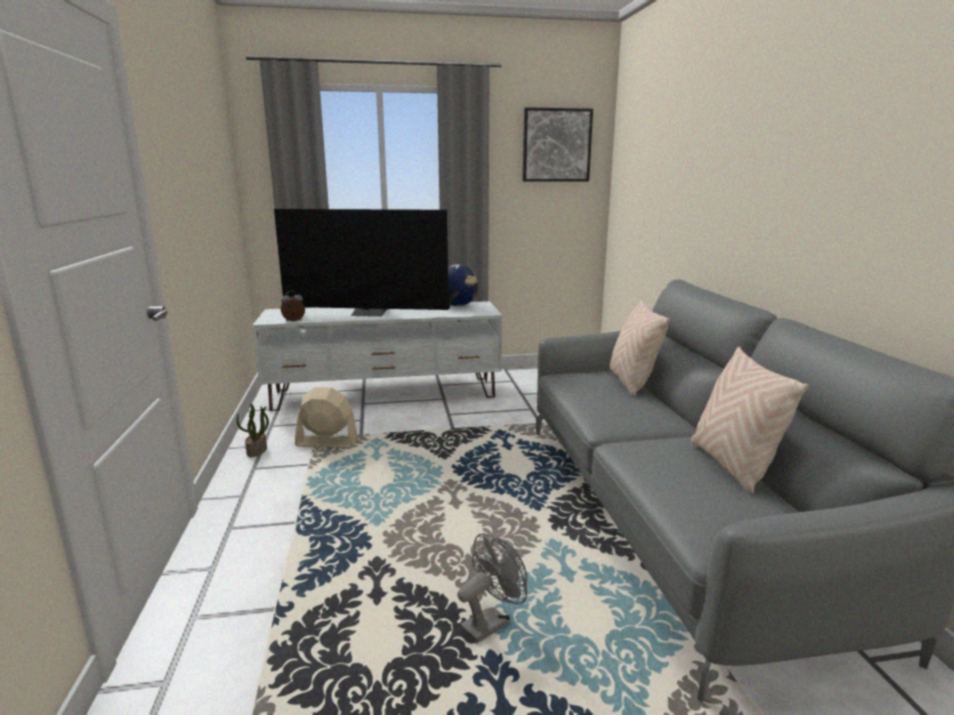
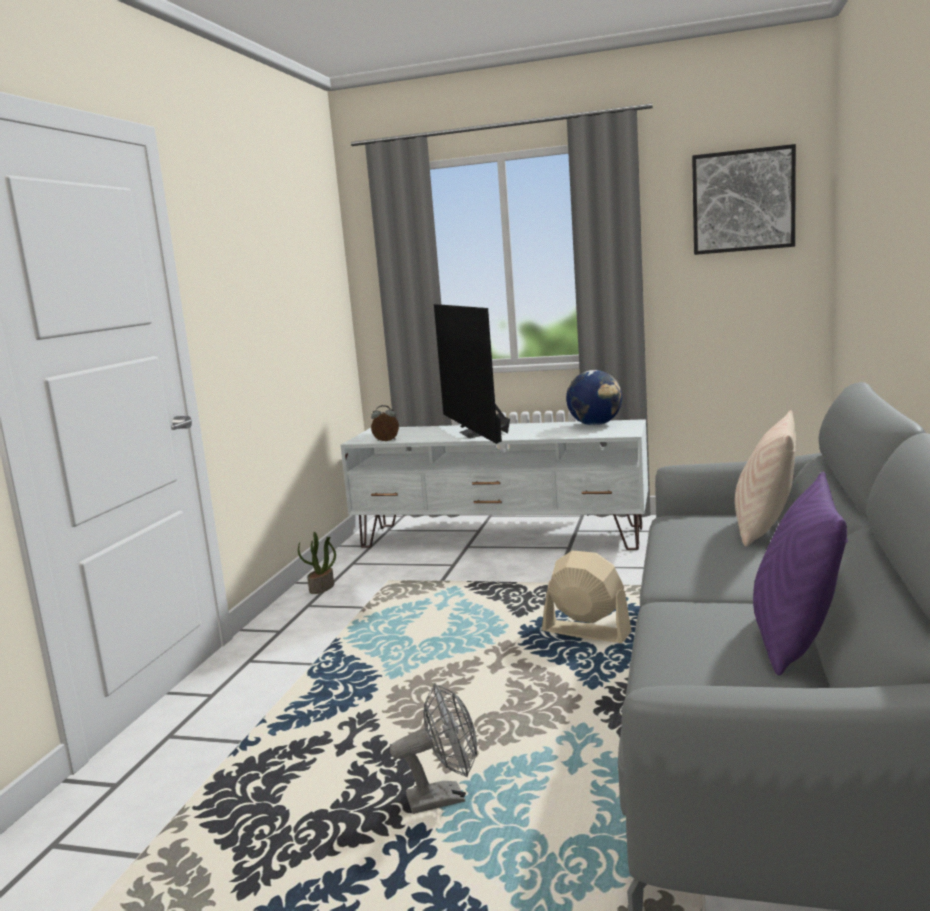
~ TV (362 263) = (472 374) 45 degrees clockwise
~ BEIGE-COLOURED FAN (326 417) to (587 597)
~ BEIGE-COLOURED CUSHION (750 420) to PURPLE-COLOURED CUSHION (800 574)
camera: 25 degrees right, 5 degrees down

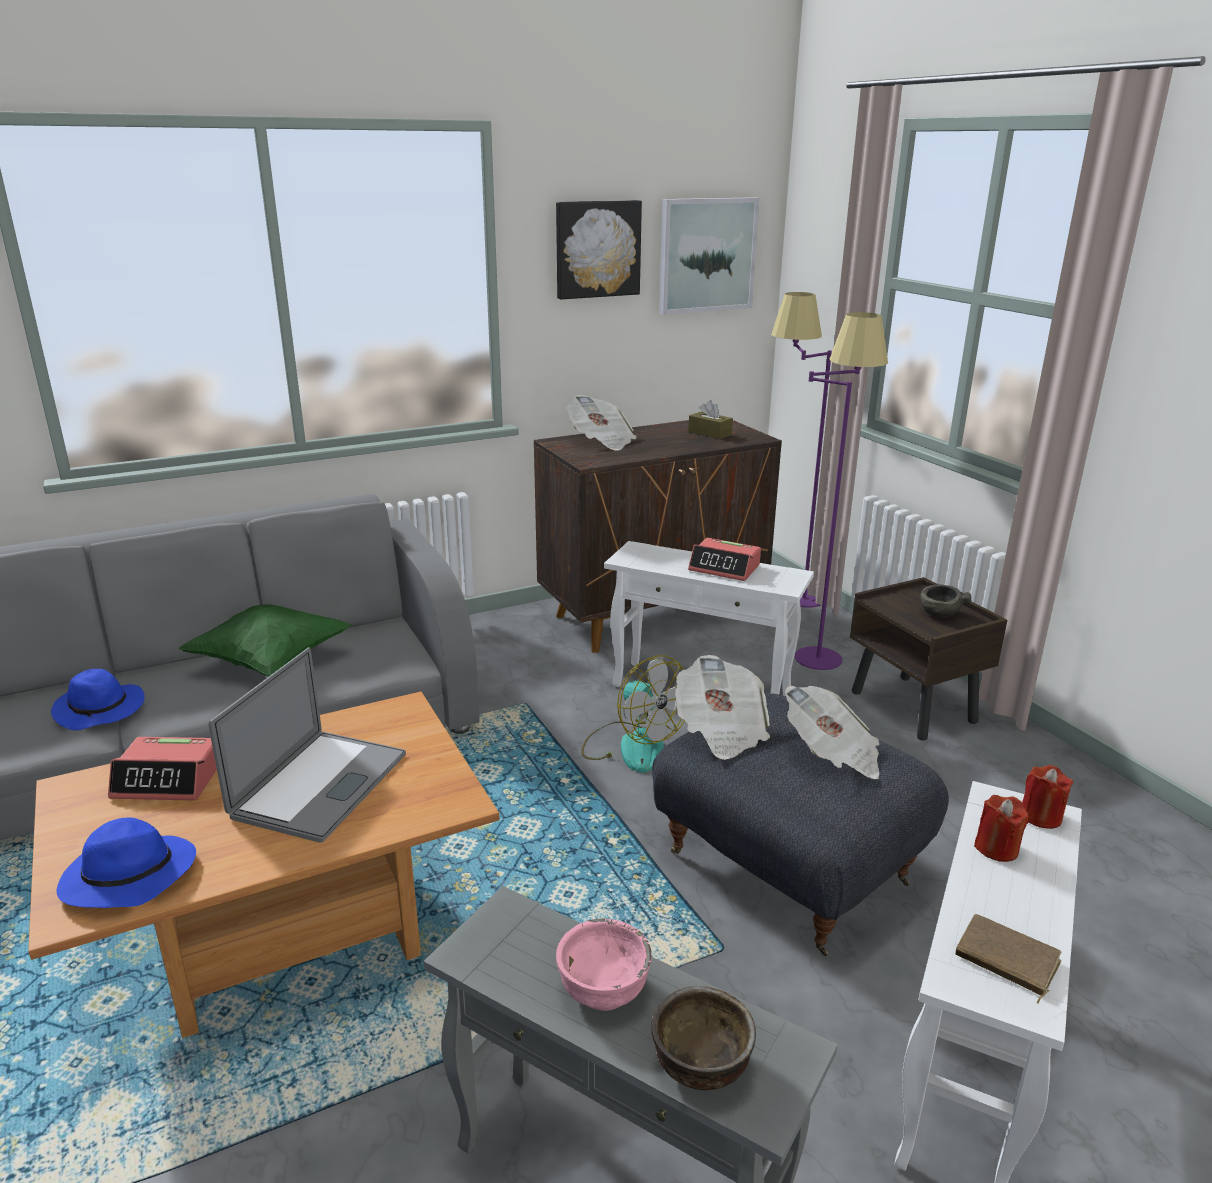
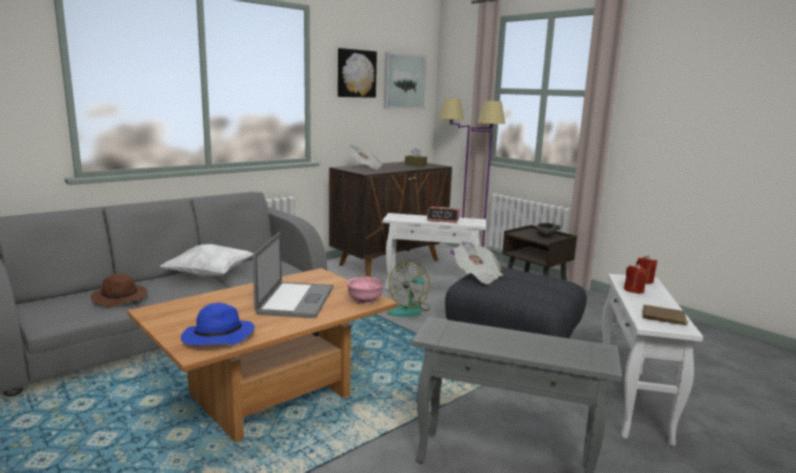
~ BLUISH HAT (98 699) to BROWN-COLOURED HAT (119 290)
~ GREENISH CUSHION (265 640) to WHITE-COLOURED CUSHION (207 260)
~ PINK DEEP DISH (604 965) to (365 290)
~ FAN (633 714) = (408 288) 90 degrees clockwise
- BEDSIDE CLOCK (162 768)
- BROWN-COLOURED DEEP DISH (703 1038)
- NEWSPAPER (832 732)
camera: 15 degrees left, 10 degrees down

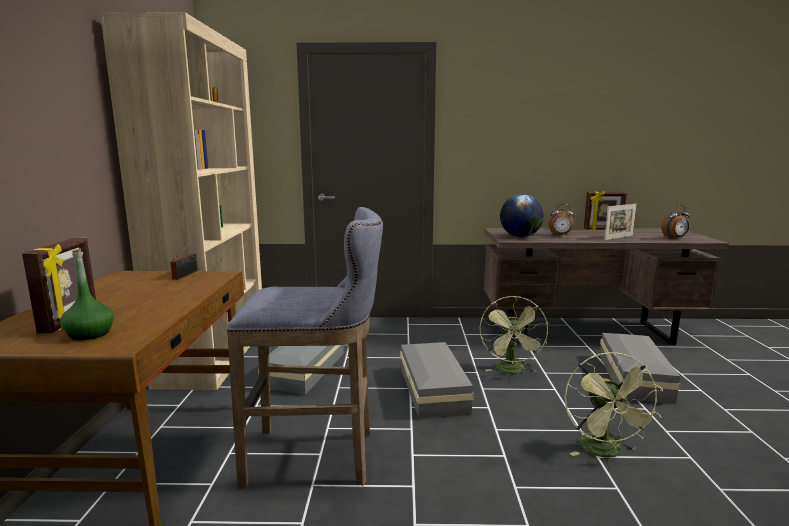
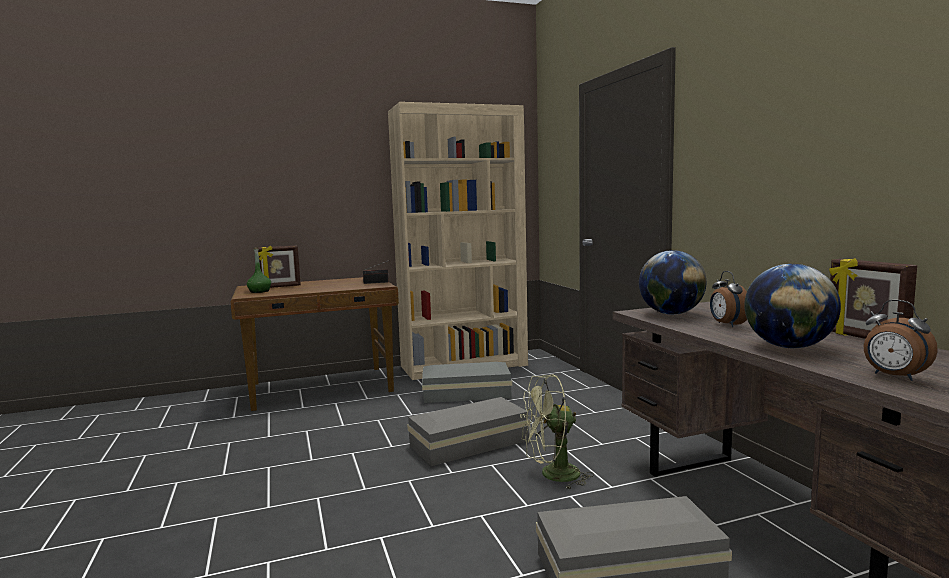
~ PICTURE FRAME (620 222) to WORLD GLOBE (792 306)
- GREYISH STOOL SEAT (305 347)
- GREENISH FAN (614 405)
camera: 70 degrees right, 5 degrees down

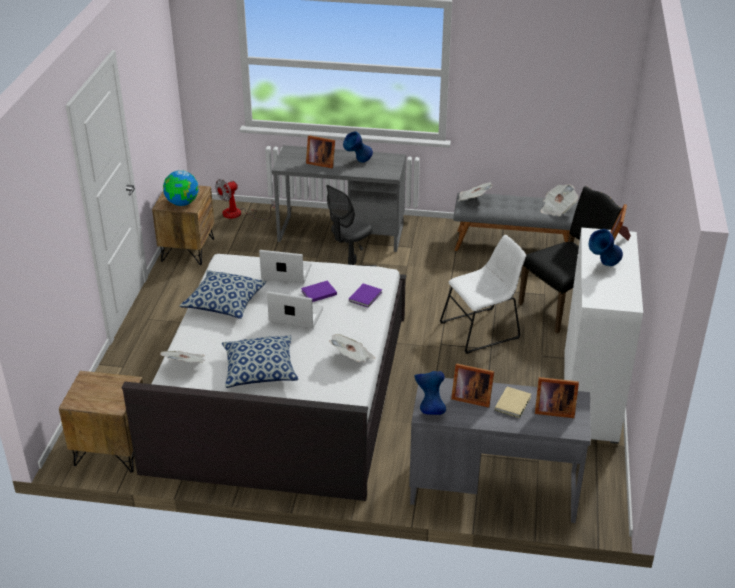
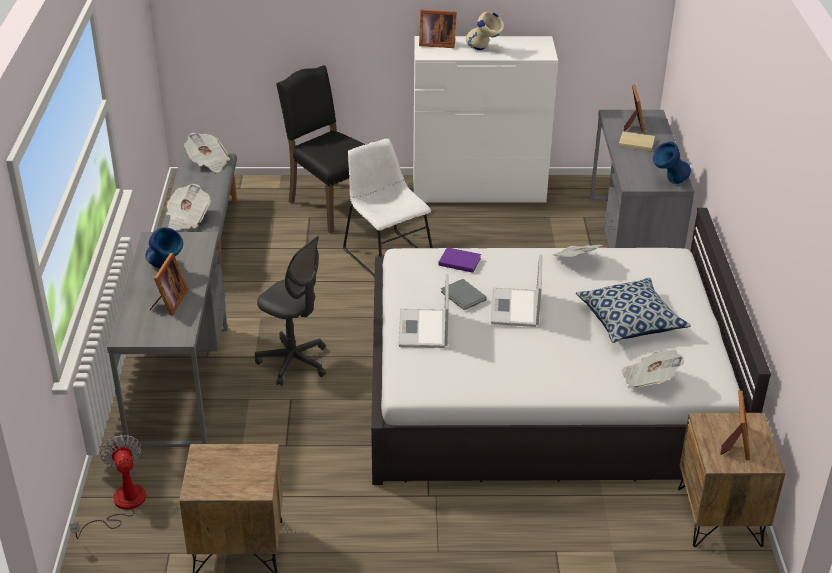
~ FAN (245 199) = (107 487) 150 degrees counterclockwise
~ PURPLE-COLOURED VOLUME (319 291) to GREYISH VOLUME (464 294)
~ BLUISH DECORATIVE VASE (606 247) to BEIGE-COLOURED DECORATIVE VASE (485 31)
~ PICTURE FRAME (472 385) to (735 425)
- WORLD GLOBE (181 188)
- CUSHION (223 294)
camera: 100 degrees left, 0 degrees up

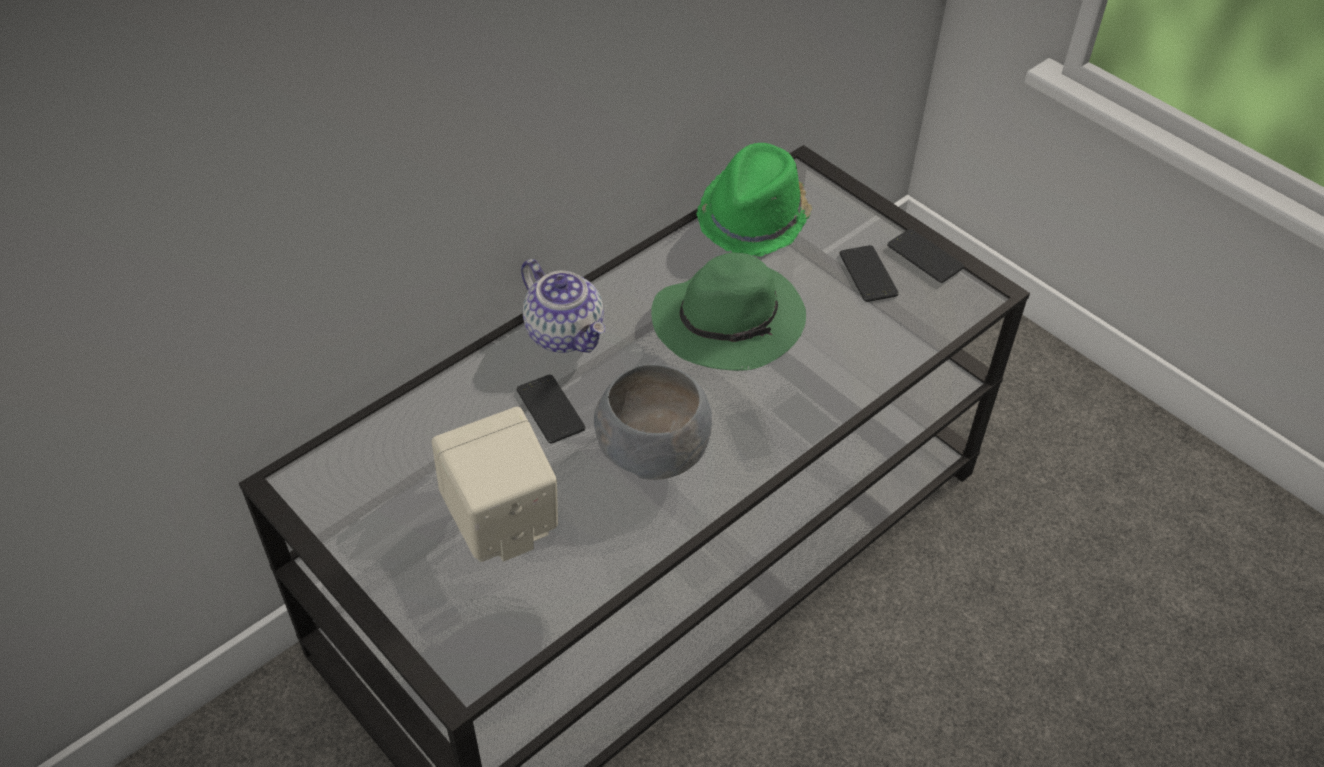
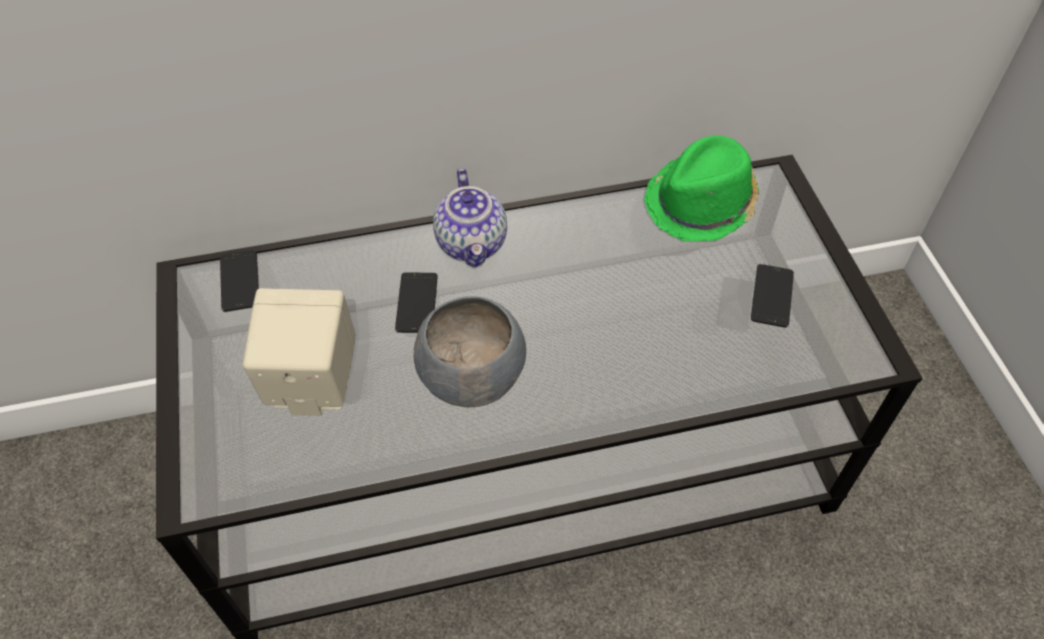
~ HANDSET (925 256) to (239 281)
- GREENISH HAT (728 312)
camera: 30 degrees right, 5 degrees up

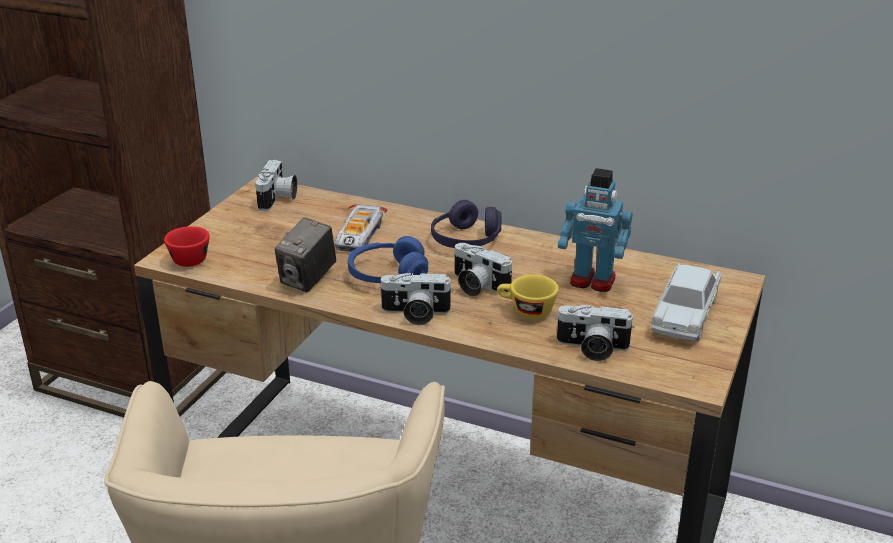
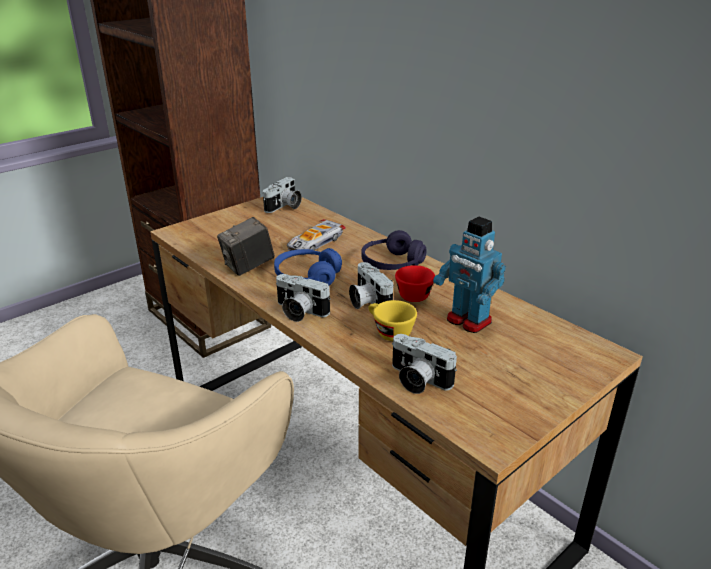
~ REDDISH DRINKING CUP (186 246) to (415 283)
- WHITE-COLOURED MODEL CAR (686 302)
camera: 25 degrees right, 0 degrees up

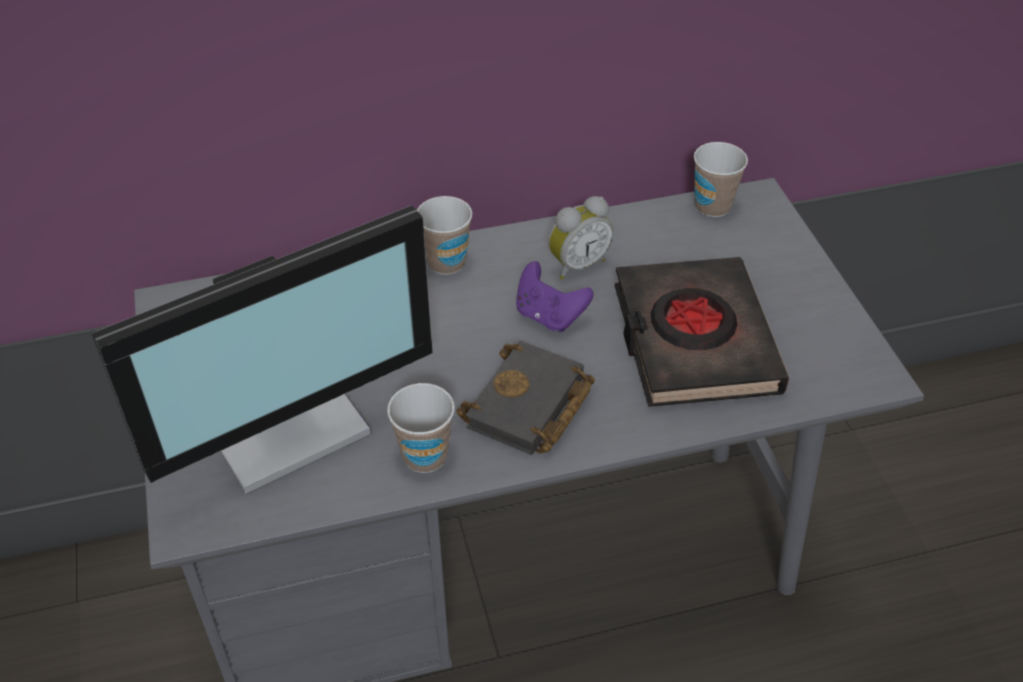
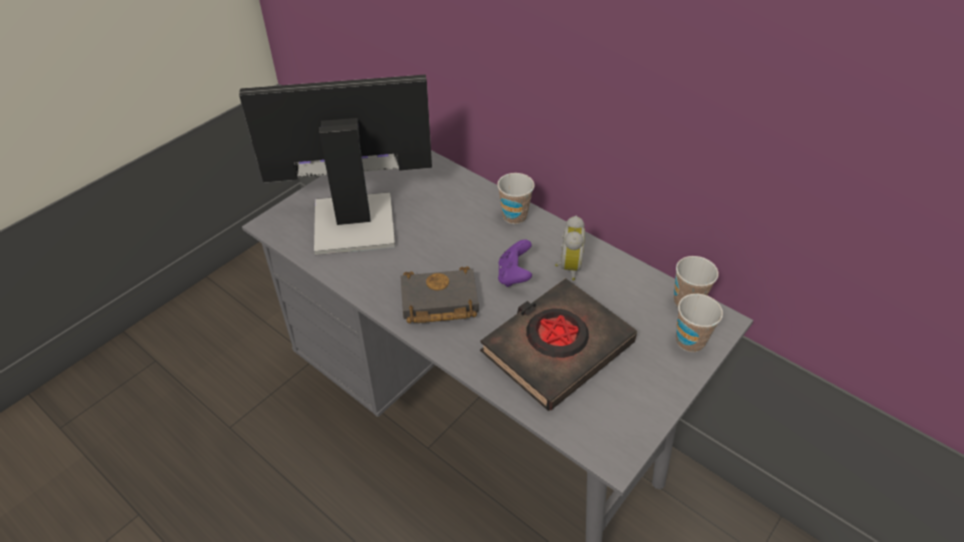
~ COMPUTER DISPLAY (262 349) = (335 164) 150 degrees clockwise
~ BEDSIDE CLOCK (581 238) = (570 248) 105 degrees counterclockwise
~ DRINKING CUP (421 428) to (699 323)
camera: 55 degrees right, 0 degrees up

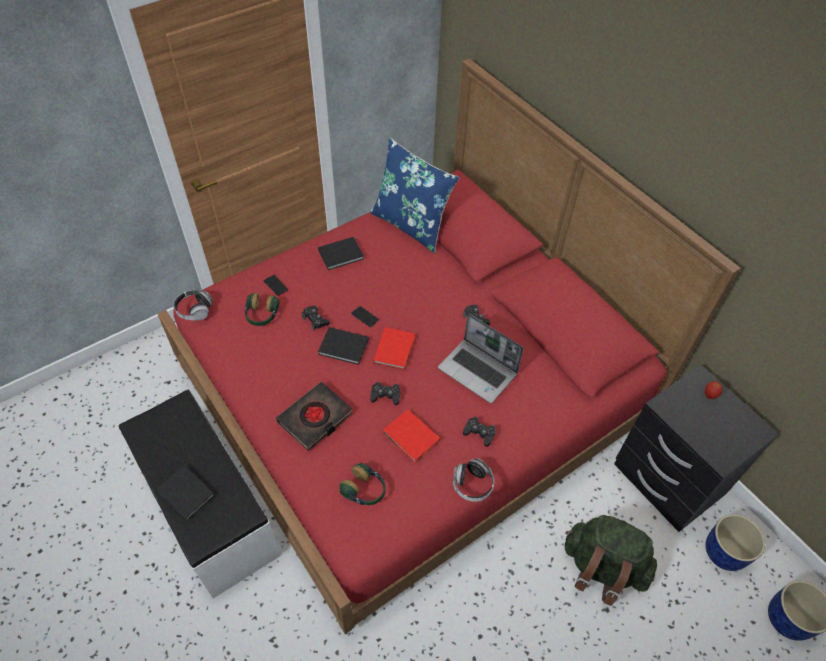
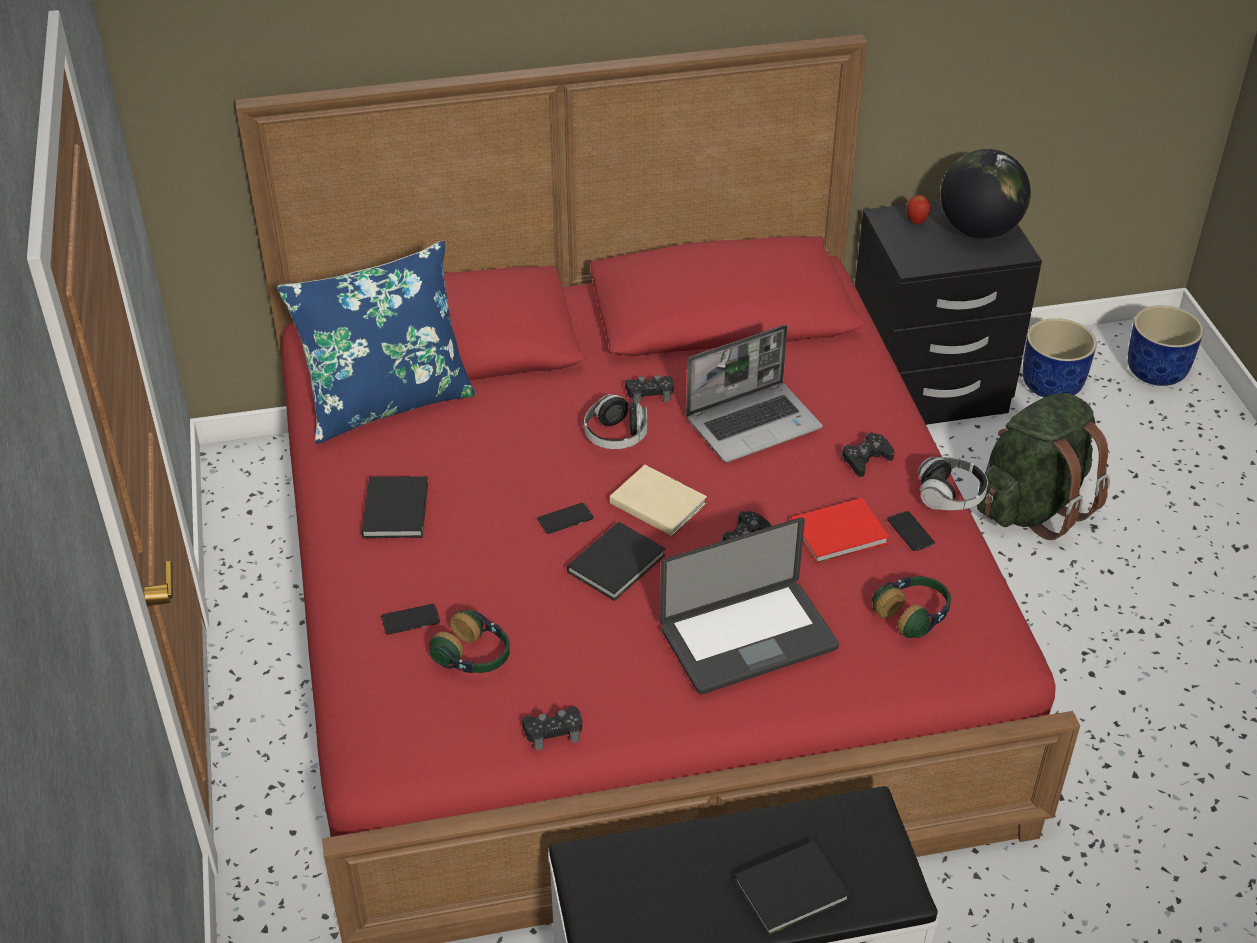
~ BLACK-COLOURED GAMEPAD (316 318) to (552 728)
~ HEADSET (193 305) to (615 421)
~ REDDISH VOLUME (394 348) to BEIGE-COLOURED VOLUME (658 500)
~ BLACK-COLOURED VOLUME (314 416) to PORTABLE COMPUTER (749 606)
+ HANDSET (911 531)
+ WORLD GLOBE (985 193)
camera: 65 degrees left, 10 degrees down

